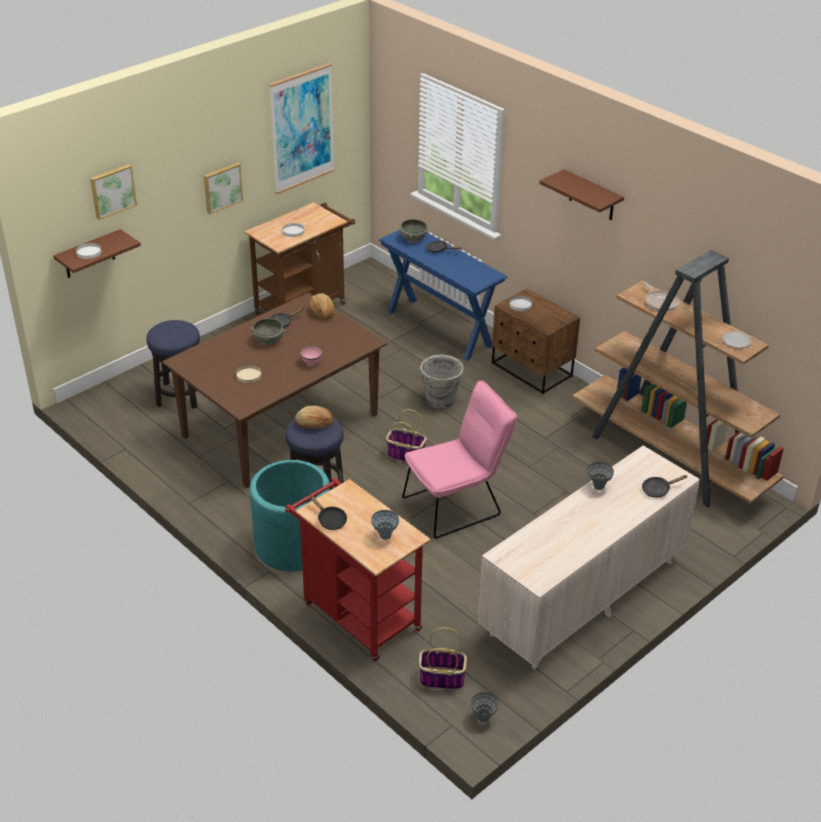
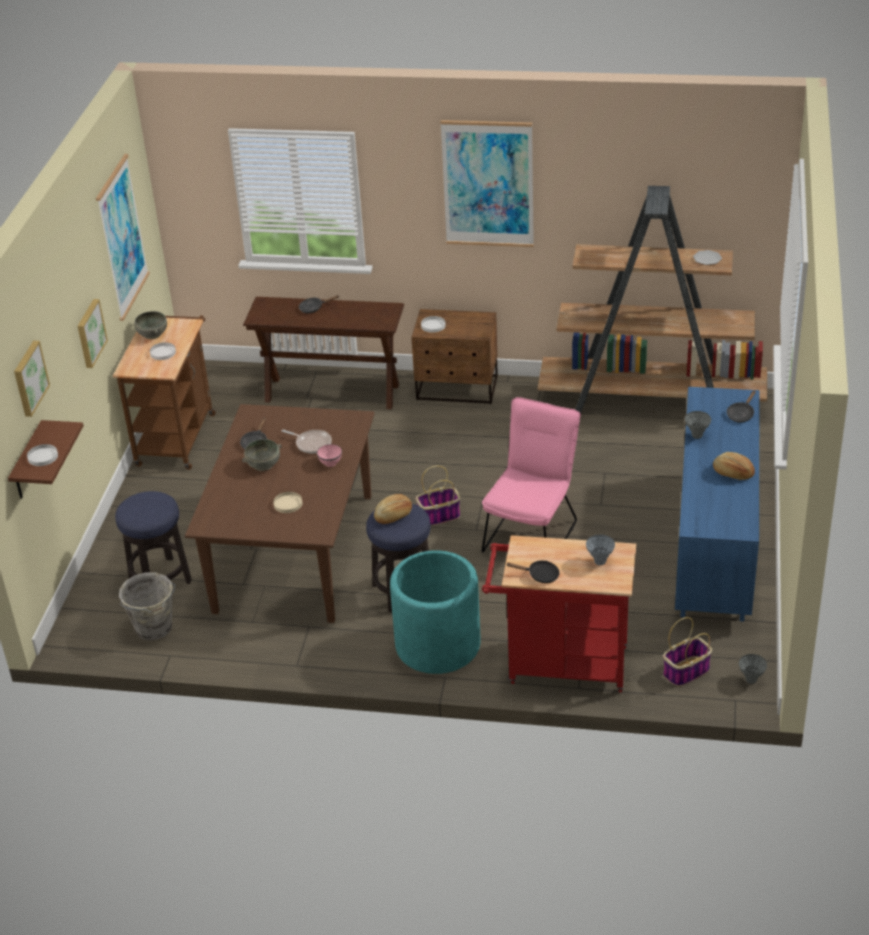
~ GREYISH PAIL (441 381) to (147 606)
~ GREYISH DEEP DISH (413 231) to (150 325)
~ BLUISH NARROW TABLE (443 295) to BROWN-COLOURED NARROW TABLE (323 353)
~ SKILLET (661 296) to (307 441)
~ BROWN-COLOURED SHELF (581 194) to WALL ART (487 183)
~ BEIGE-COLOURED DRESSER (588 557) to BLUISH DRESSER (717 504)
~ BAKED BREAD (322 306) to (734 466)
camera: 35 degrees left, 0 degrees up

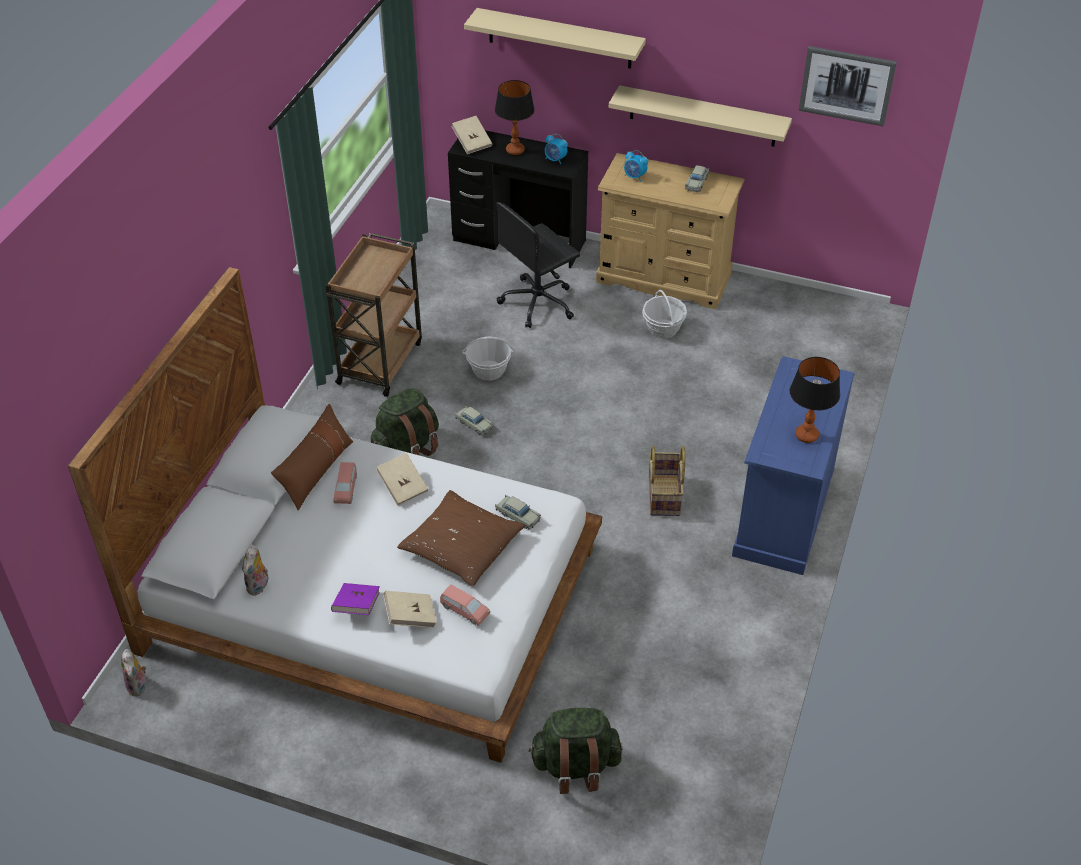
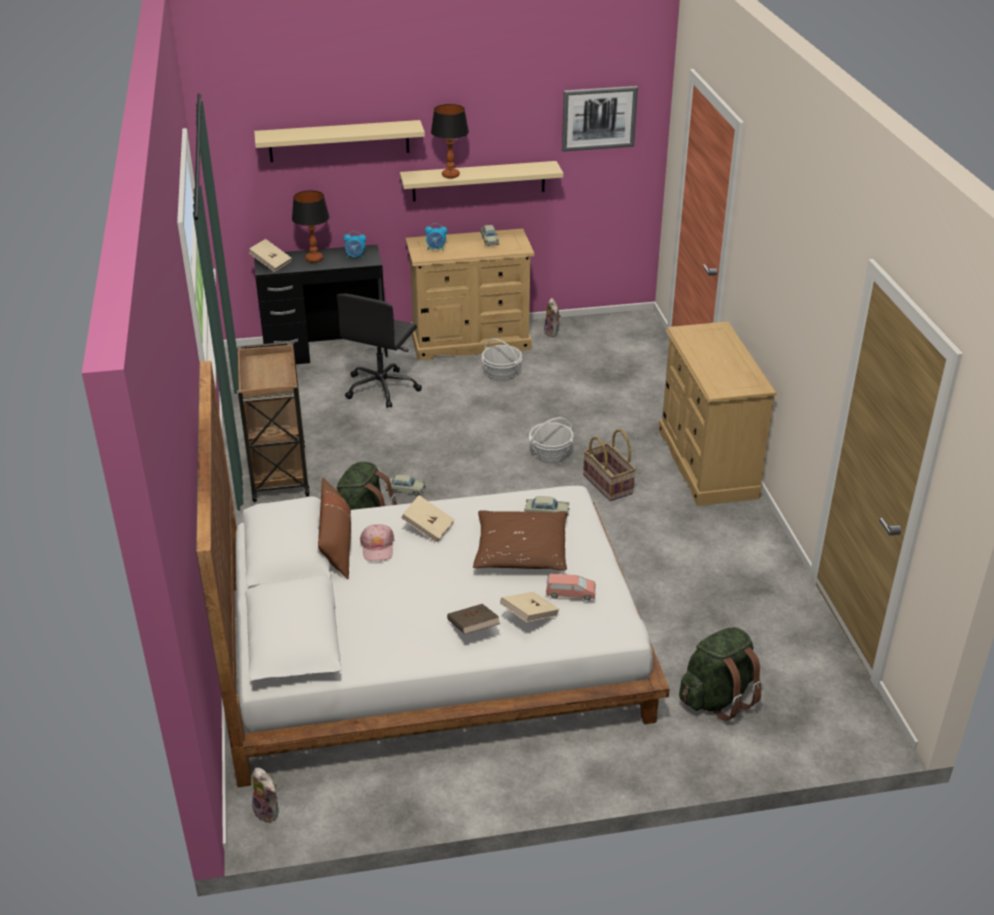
~ PINK MODEL CAR (345 483) to PINK PEAKED CAP (377 542)
~ TABLETOP LAMP (815 400) to (450 141)
~ PURPLE-COLOURED VOLUME (355 599) to BROWN-COLOURED VOLUME (473 619)
~ BASKET (488 358) to (551 440)
~ CUDDLY TOY (256 570) to (552 317)
~ BLUISH DRESSER (793 465) to BEIGE-COLOURED DRESSER (718 414)
camera: 30 degrees left, 10 degrees down

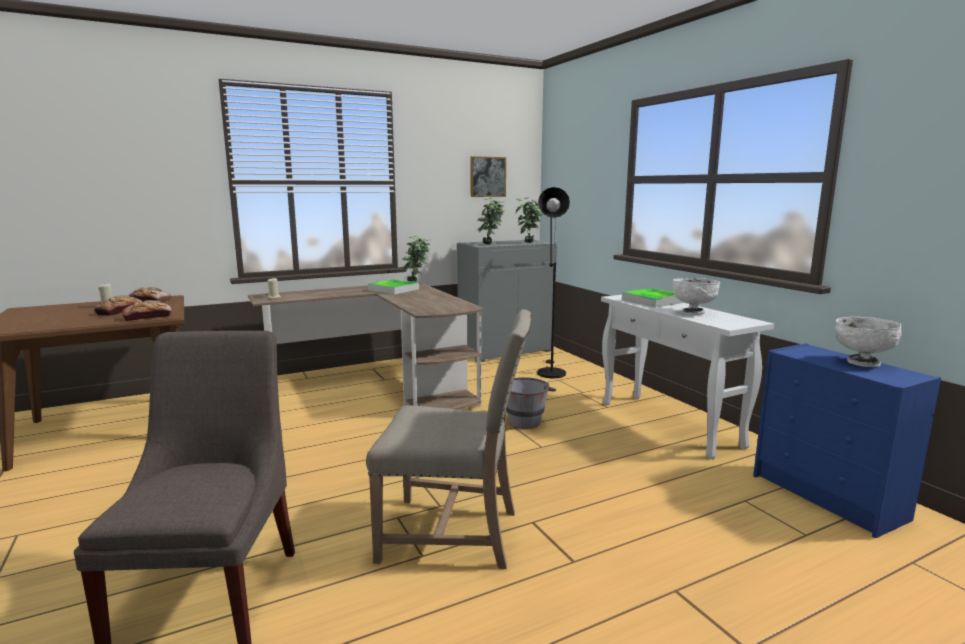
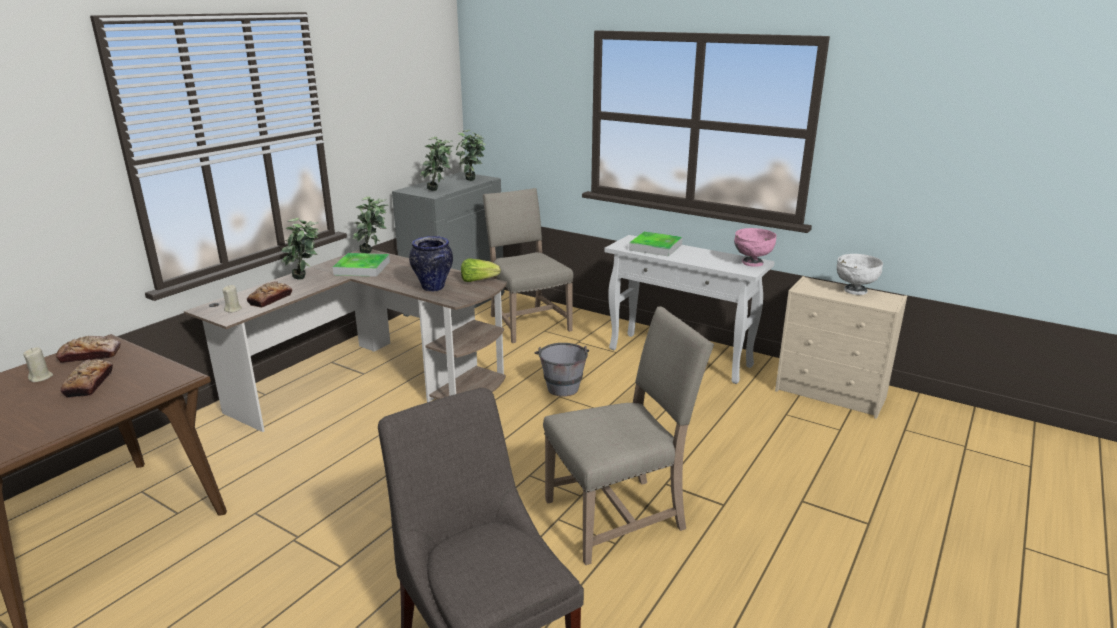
~ BAKED BREAD (147 310) to (269 294)
+ PLANT IN A POT (300 249)
+ DECORATIVE VASE (431 264)
+ HEAD OF LETTUCE (481 270)
~ BLACK-COLOURED STANDARD LAMP (553 283) to BEIGE-COLOURED PLAIN CHAIR (528 265)
+ PINK DEEP DISH (755 247)
~ BLUISH DRESSER (847 440) to BEIGE-COLOURED DRESSER (841 347)
- WALL ART (488 176)
- WHITE-COLOURED DEEP DISH (696 296)
camera: 30 degrees left, 10 degrees up

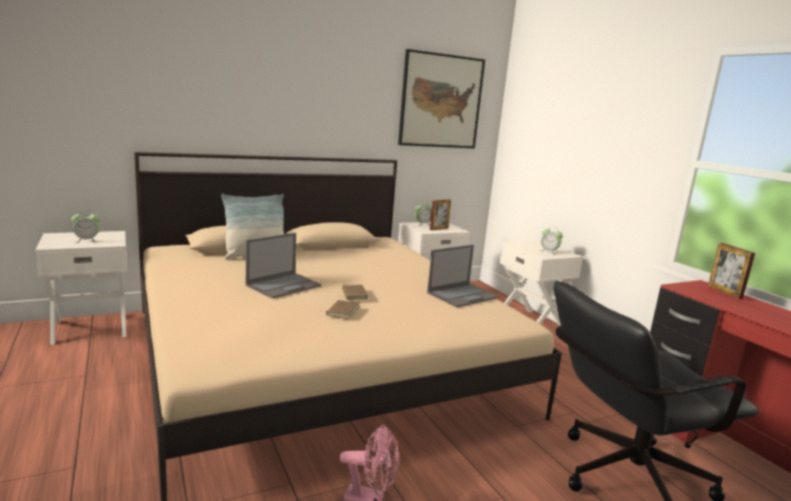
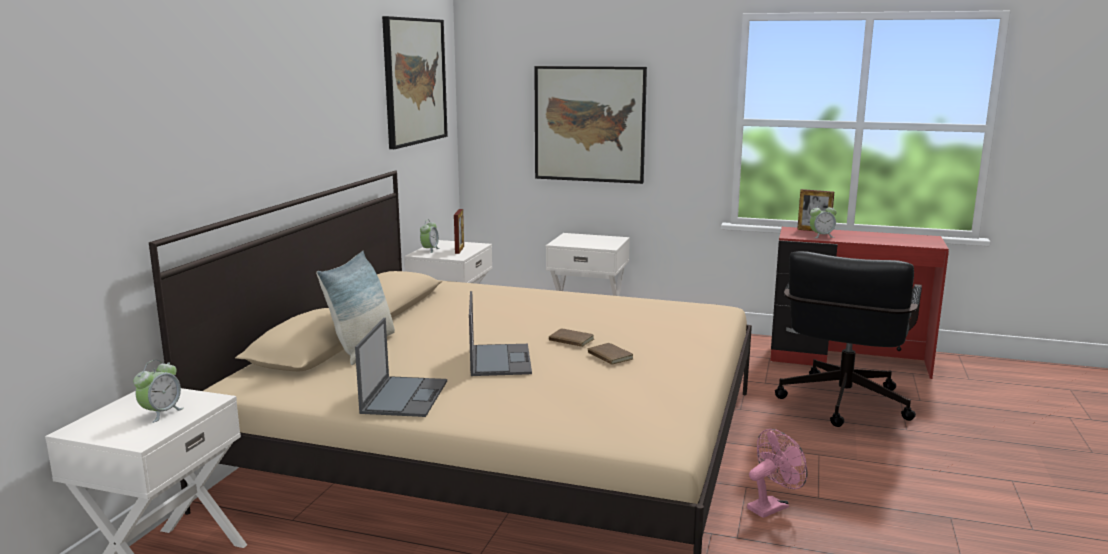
~ PORTABLE COMPUTER (462 276) to (401 367)
+ WALL ART (590 125)
~ BEDSIDE CLOCK (552 240) to (823 220)
camera: 45 degrees left, 0 degrees up

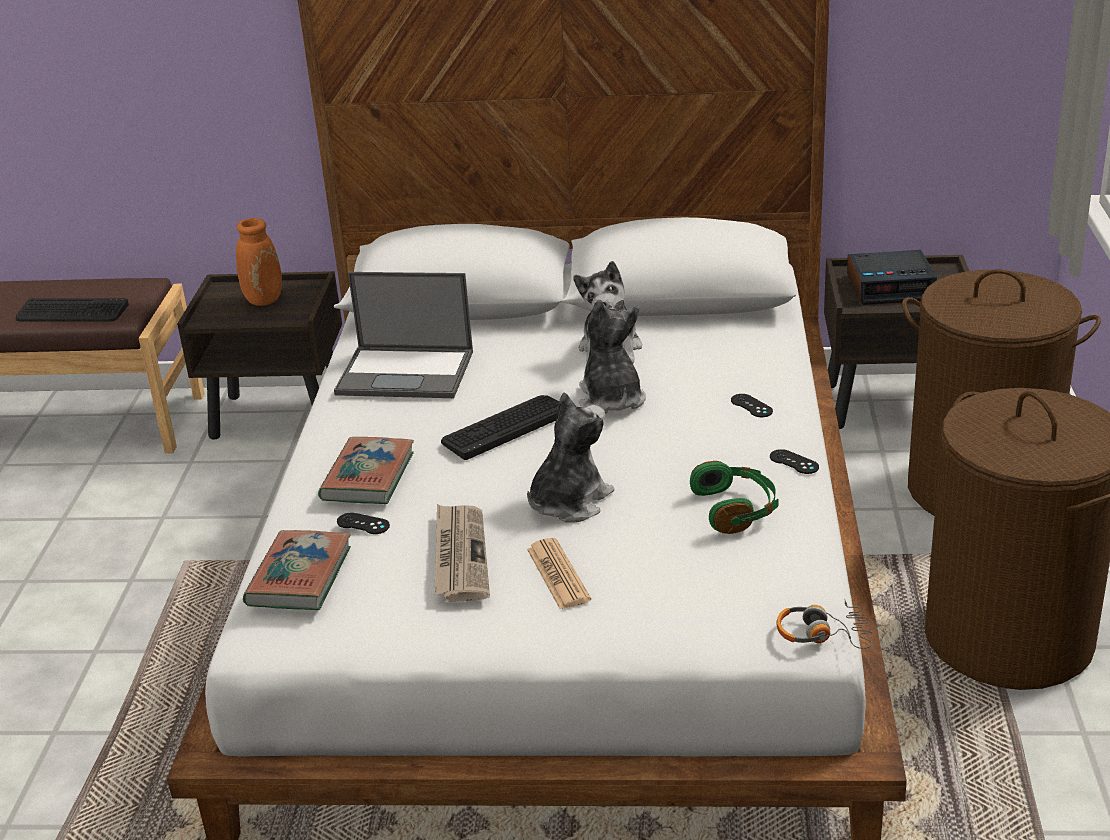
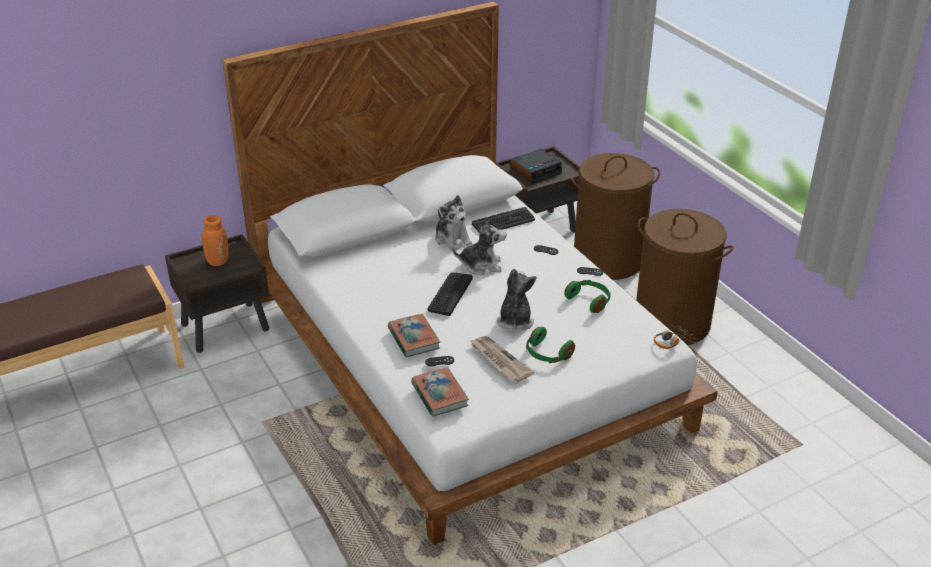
~ CUDDLY TOY (612 356) = (479 246) 135 degrees clockwise
~ KEYBOARD (72 310) to (503 219)
~ NEWSPAPER (559 573) to GREENISH HEADSET (550 345)
- PORTABLE COMPUTER (403 335)
camera: 35 degrees left, 5 degrees up

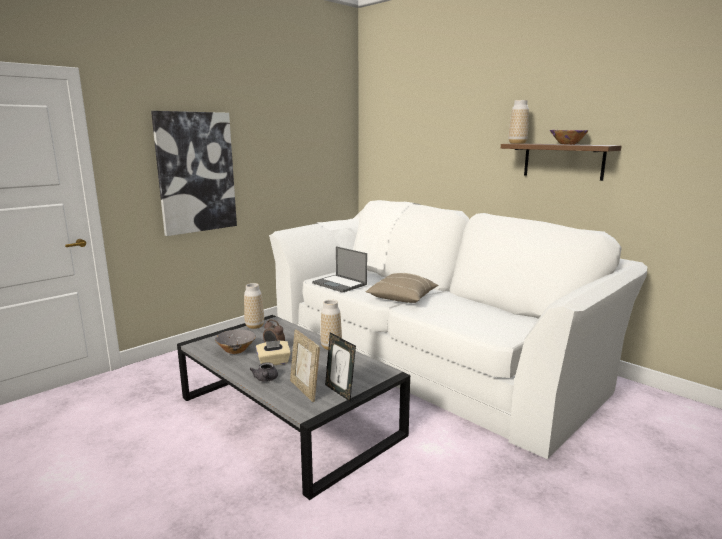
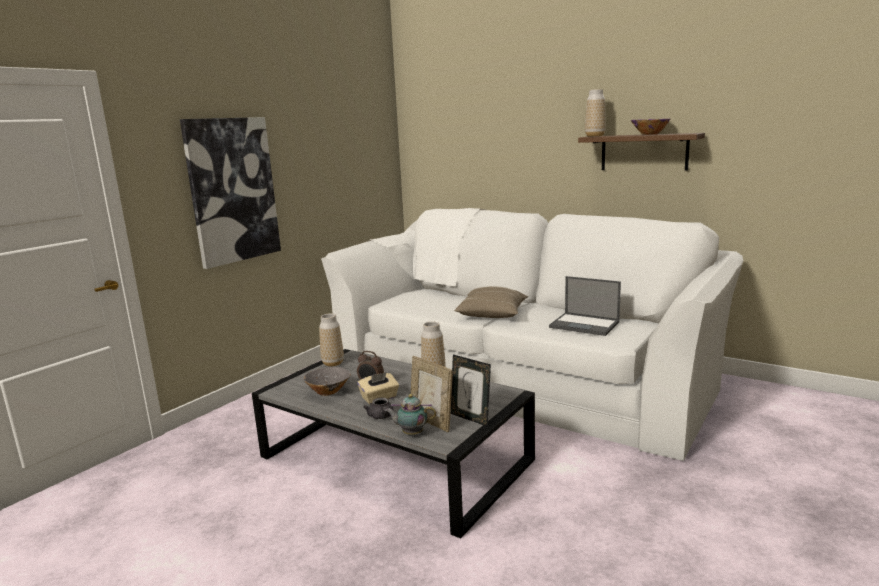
+ TEA POT (410 414)
~ PORTABLE COMPUTER (339 269) to (585 306)
camera: 10 degrees left, 0 degrees up

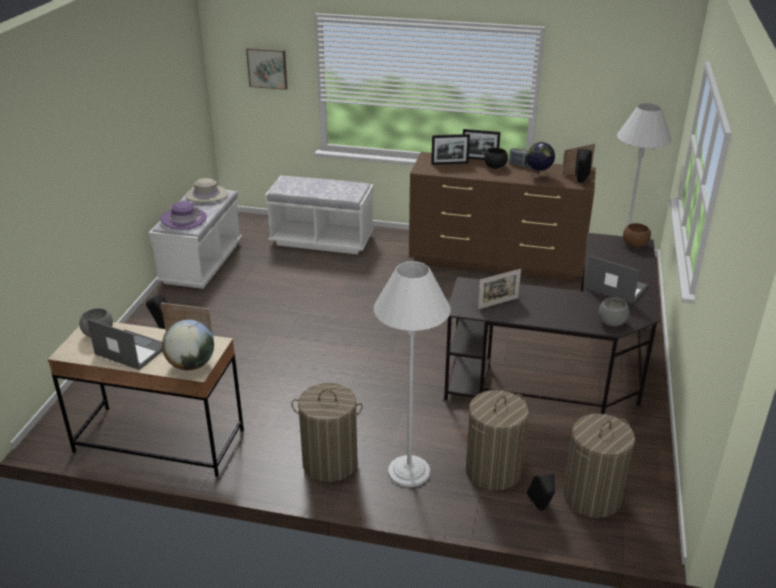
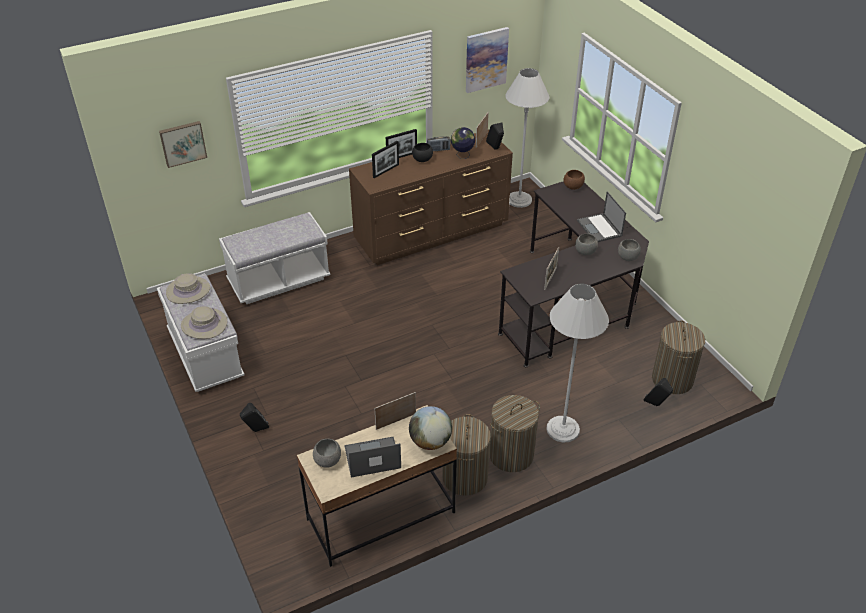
~ PURPLE-COLOURED HAT (184 215) to BEIGE-COLOURED HAT (204 322)
~ LAUNDRY BASKET (497 440) to (466 455)
+ WALL ART (487 60)
+ GREYISH DEEP DISH (586 244)
~ PORTABLE COMPUTER (616 280) = (601 216) 105 degrees counterclockwise
camera: 40 degrees left, 10 degrees up

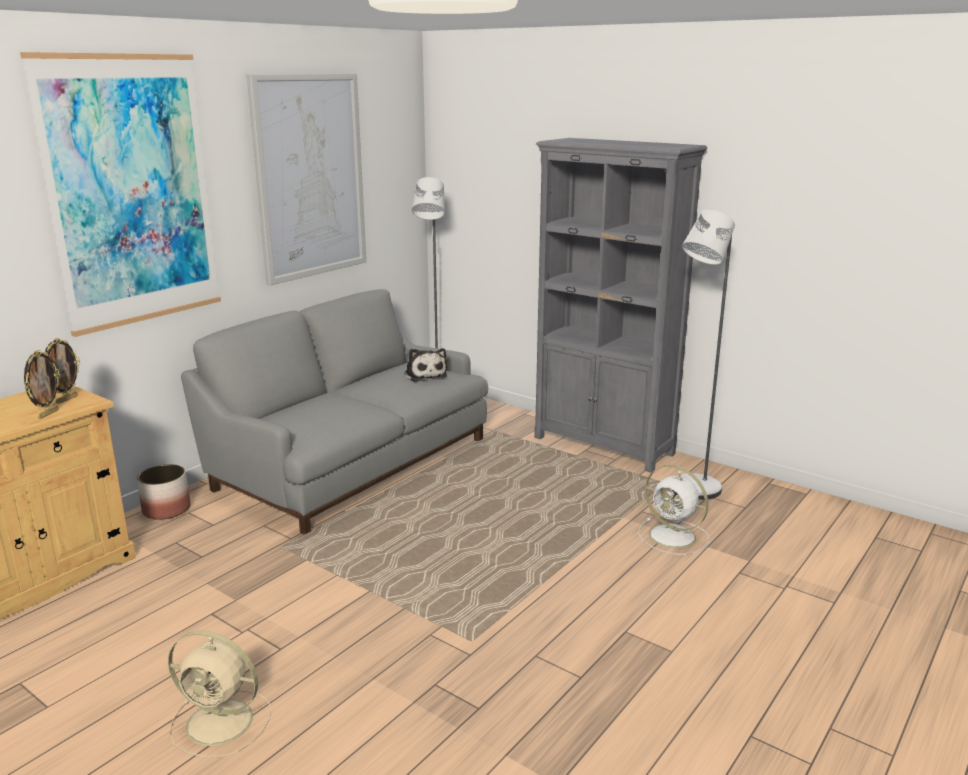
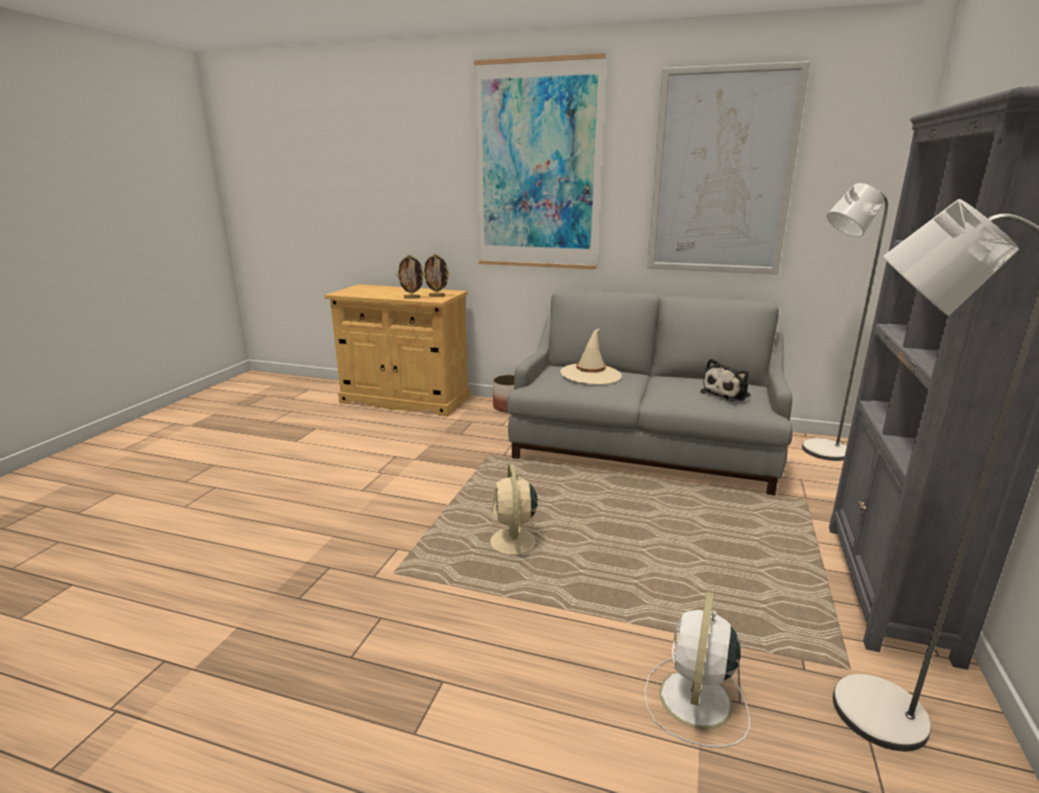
~ BEIGE-COLOURED FAN (219 694) to (514 509)
+ BEIGE-COLOURED HAT (591 356)
camera: 70 degrees right, 0 degrees up

